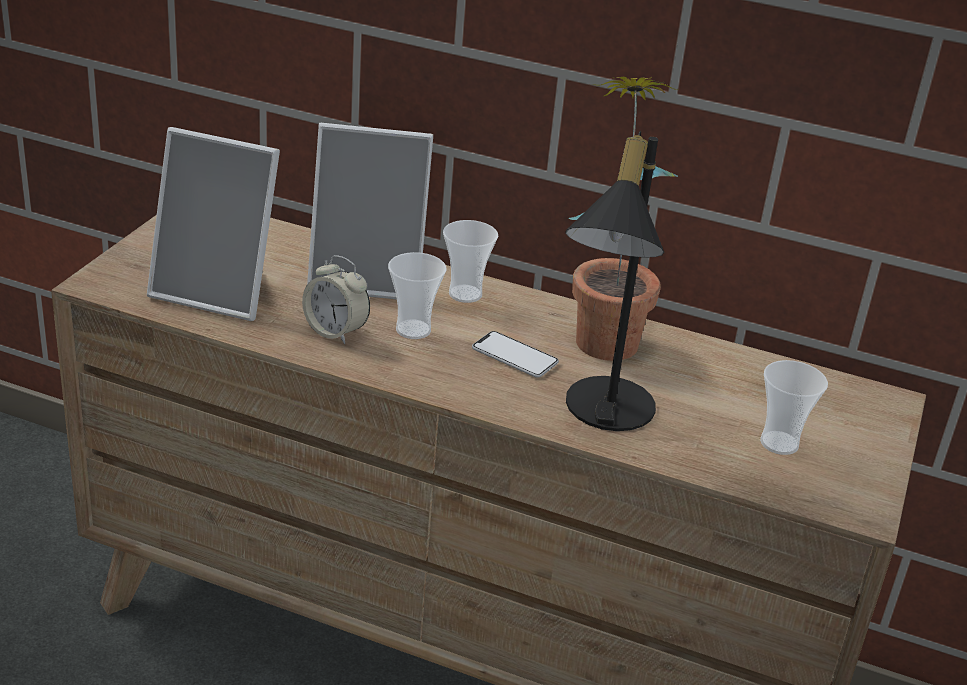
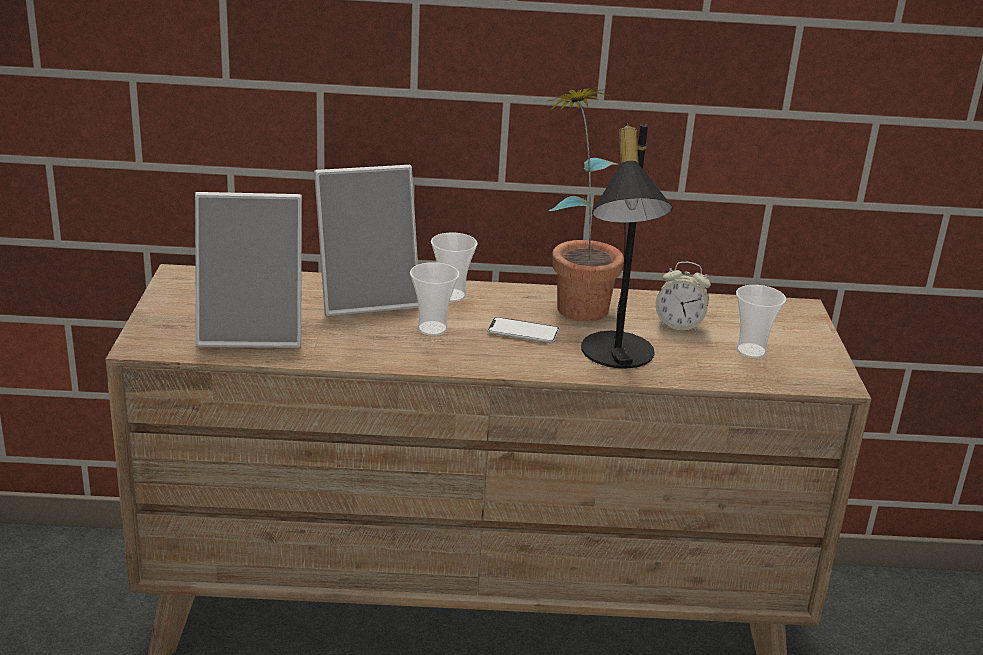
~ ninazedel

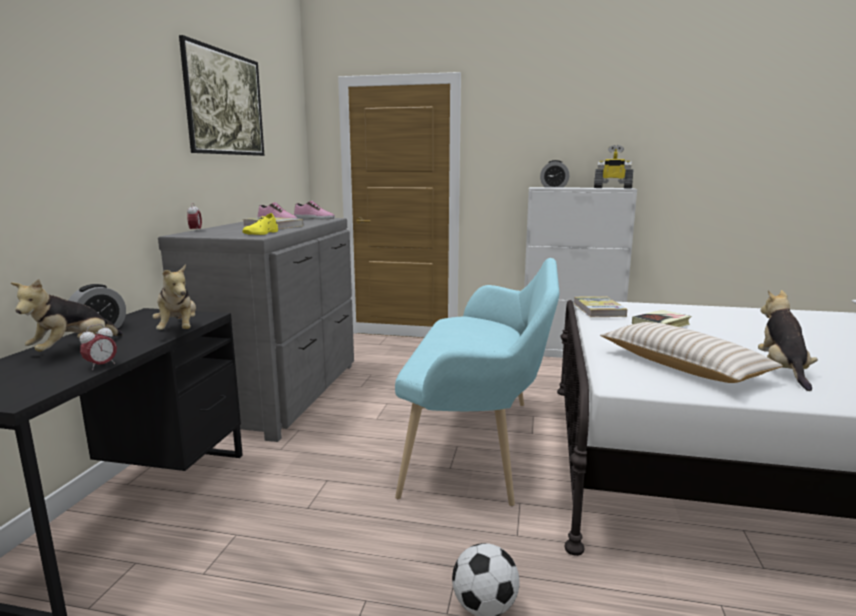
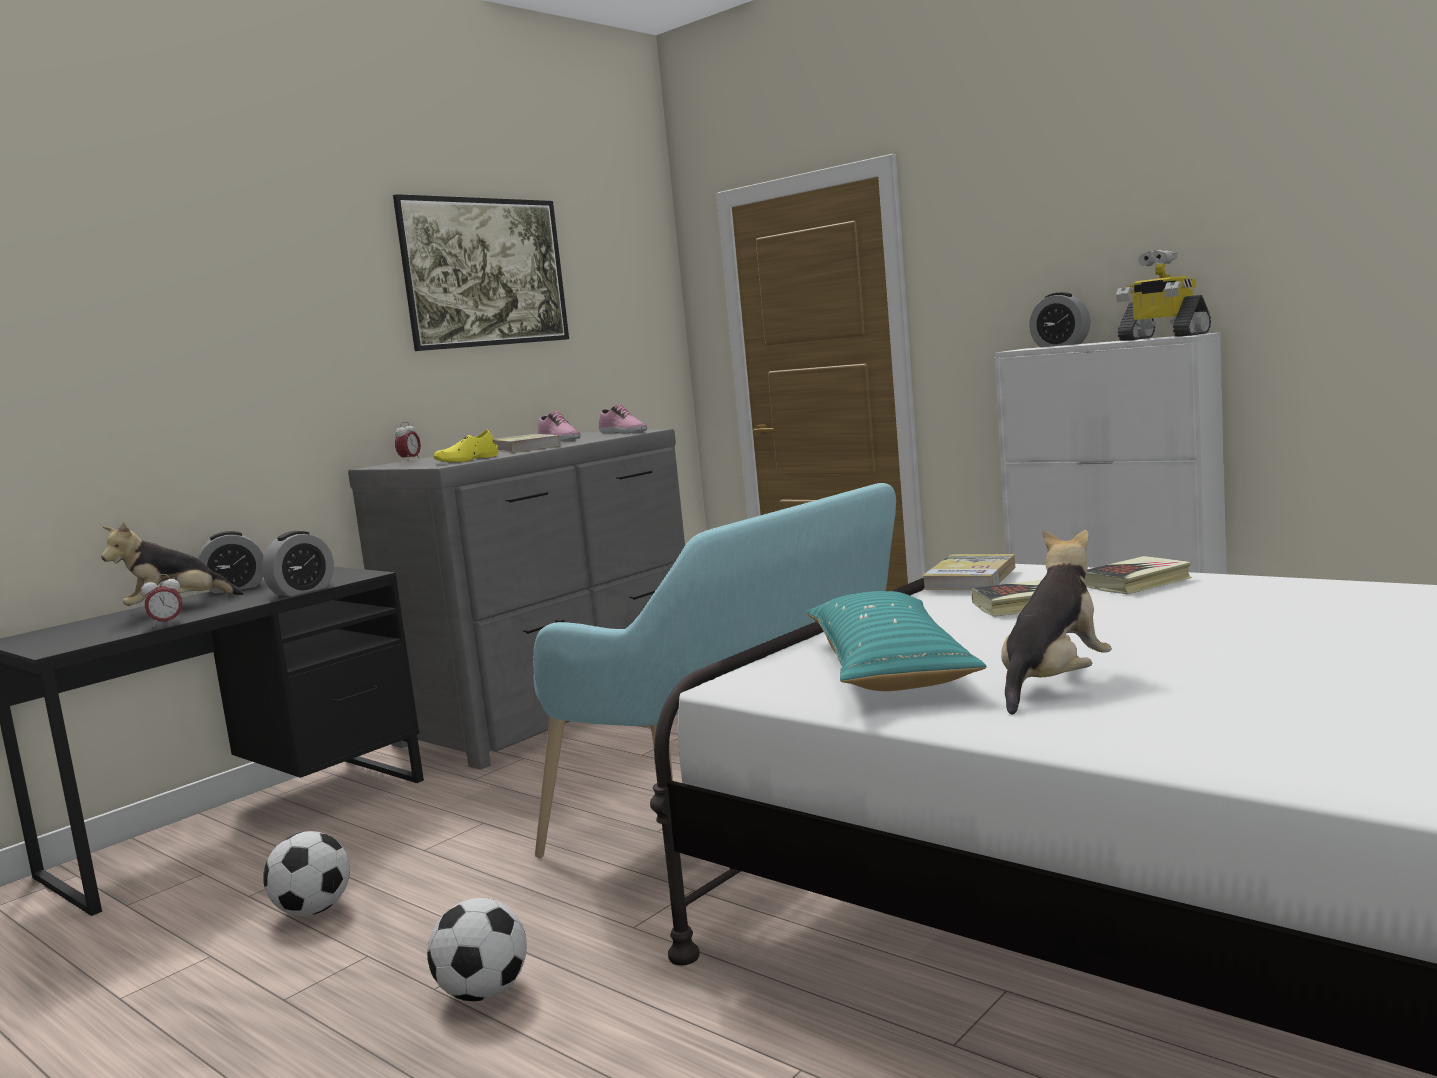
~ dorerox (no. 2 from left) to ninazedel (no. 3 from left)
~ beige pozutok to turquoise pozutok
+ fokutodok (no. 4 from left)
+ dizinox (no. 1 from left)

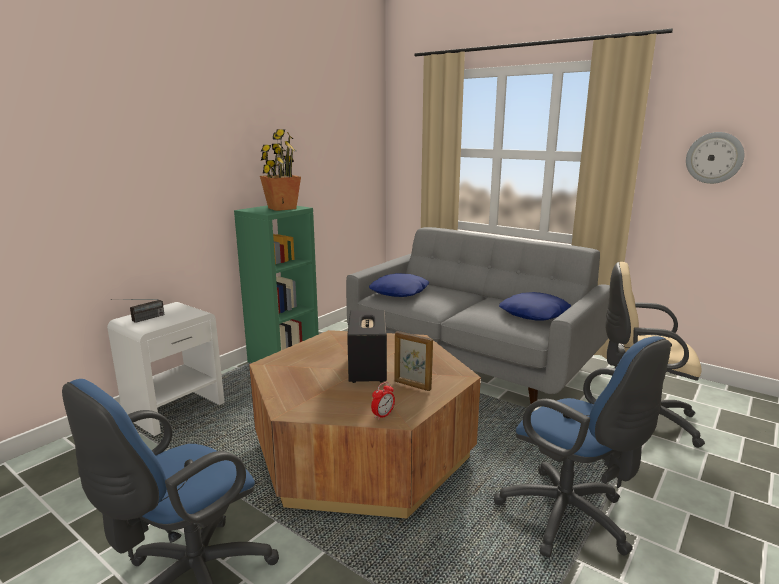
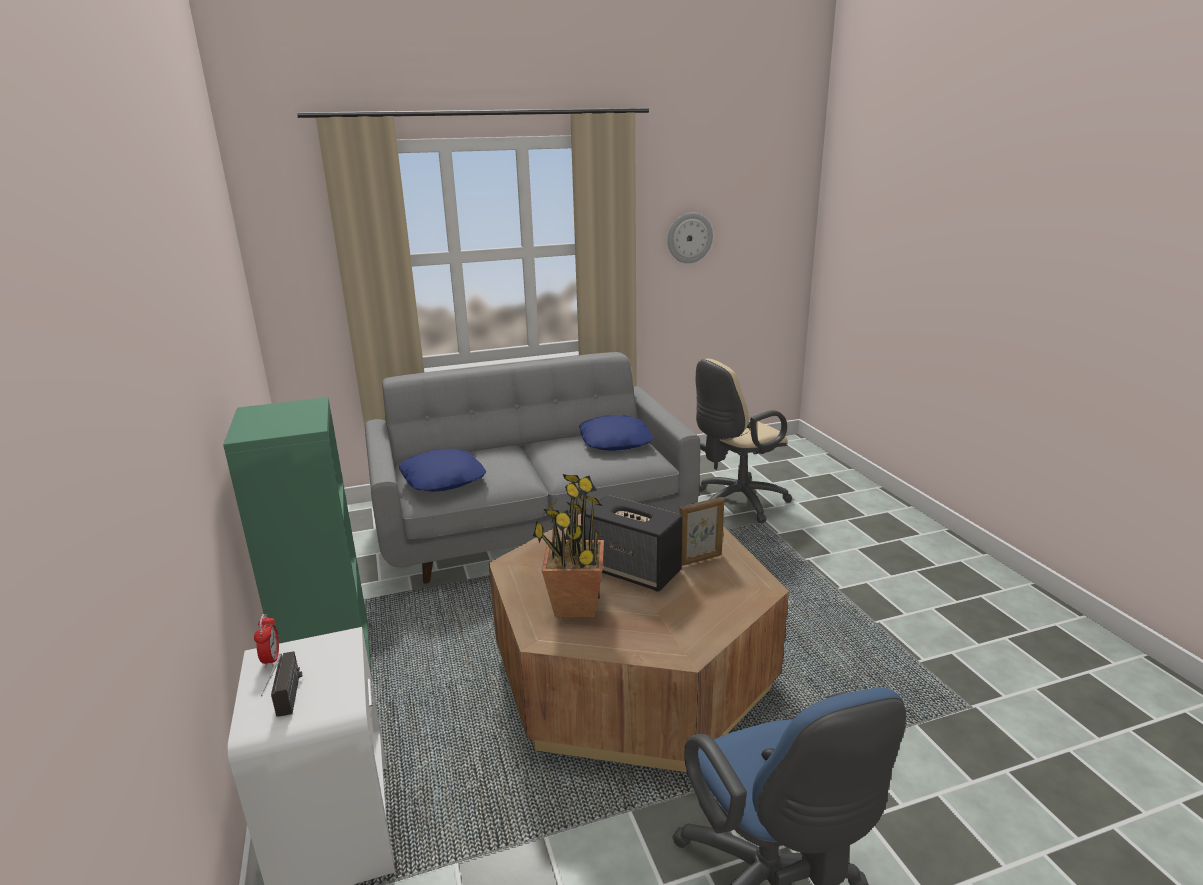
~ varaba
- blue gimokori (no. 2 from left)
~ ninazedel

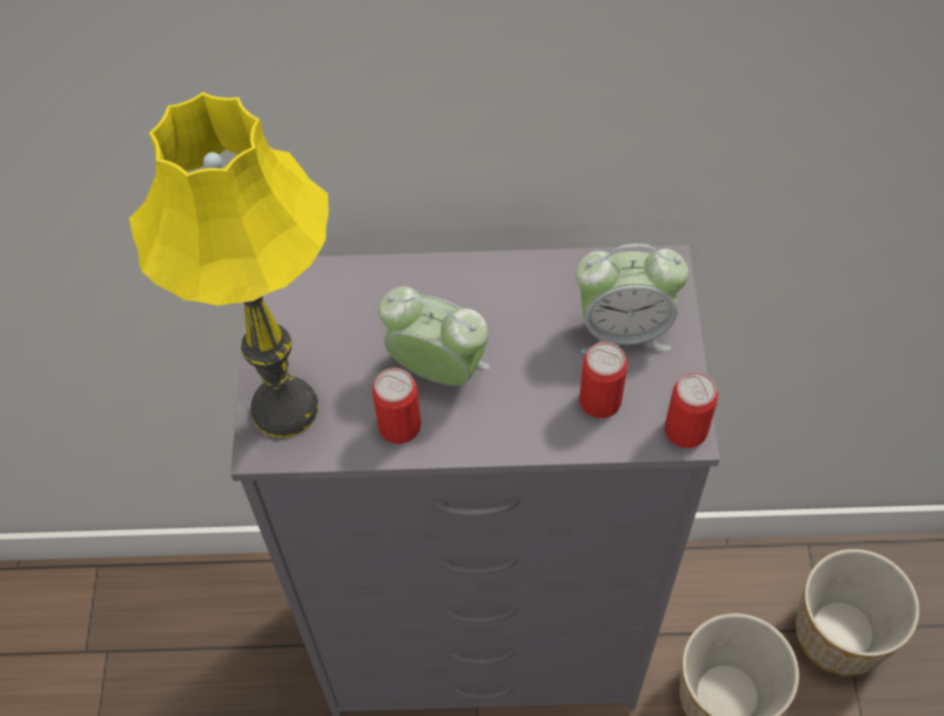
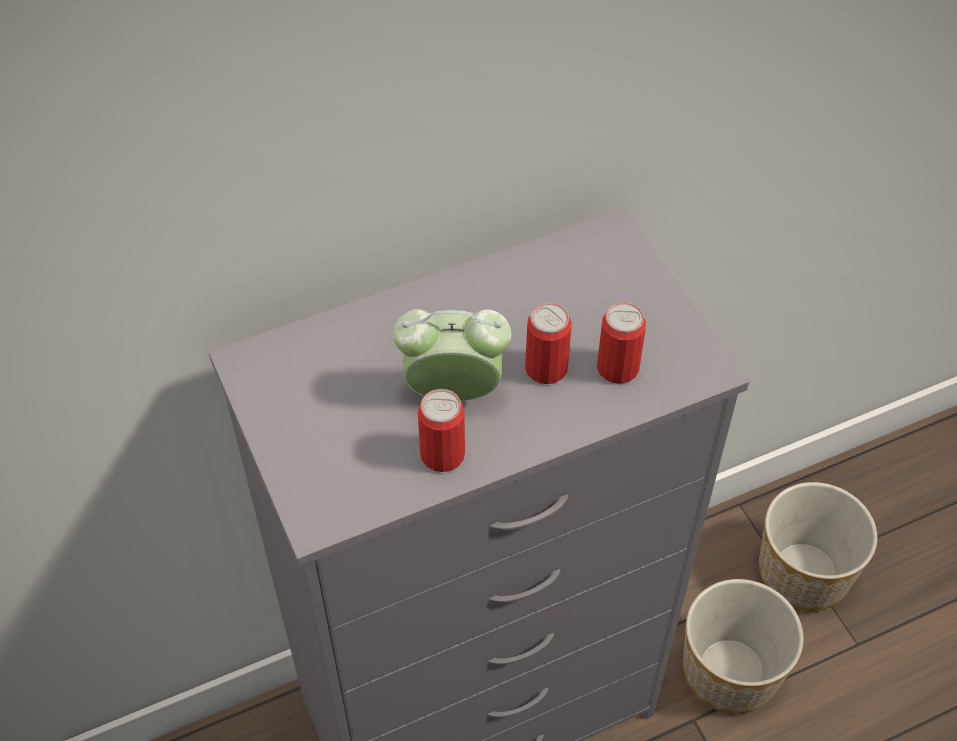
- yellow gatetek
- ninazedel (no. 2 from left)
~ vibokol (no. 3 from left in the first image) to vibokol (no. 2 from left)

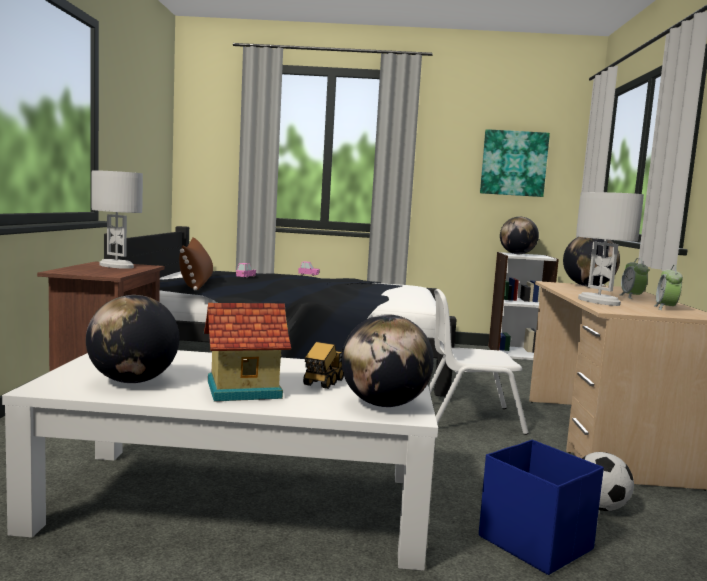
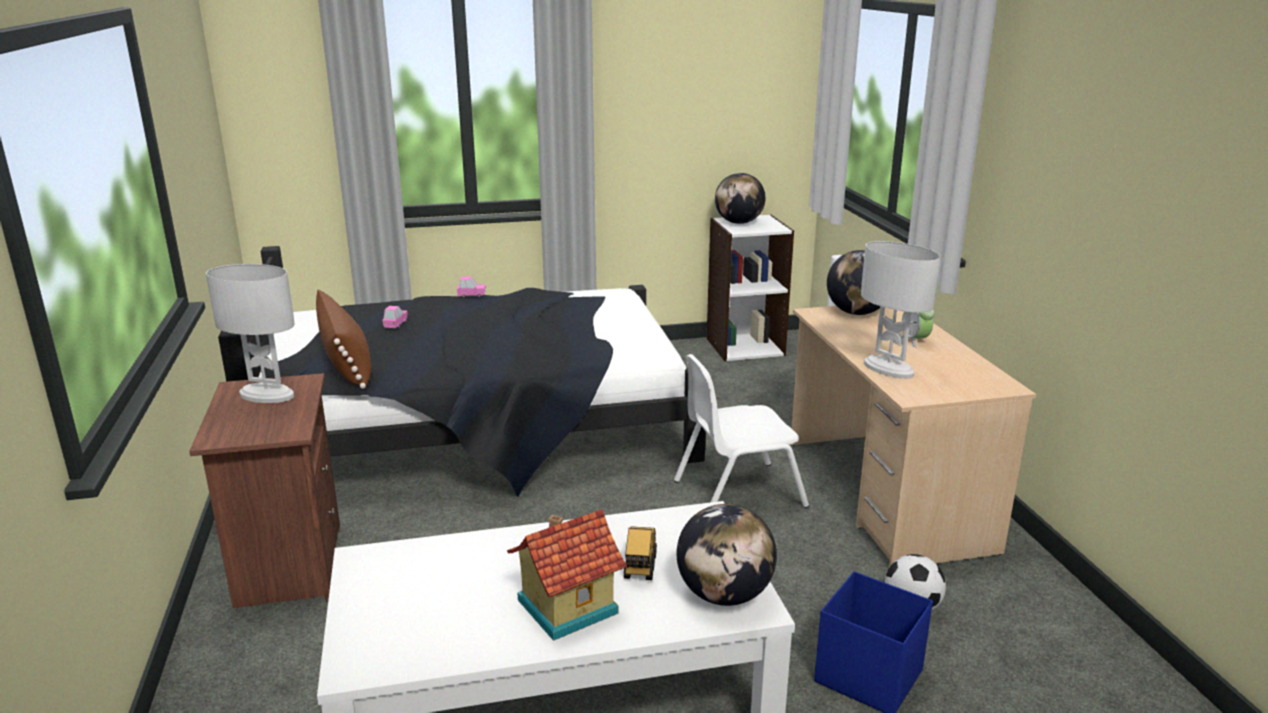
- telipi
- ninazedel (no. 2 from left)
- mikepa (no. 1 from left)

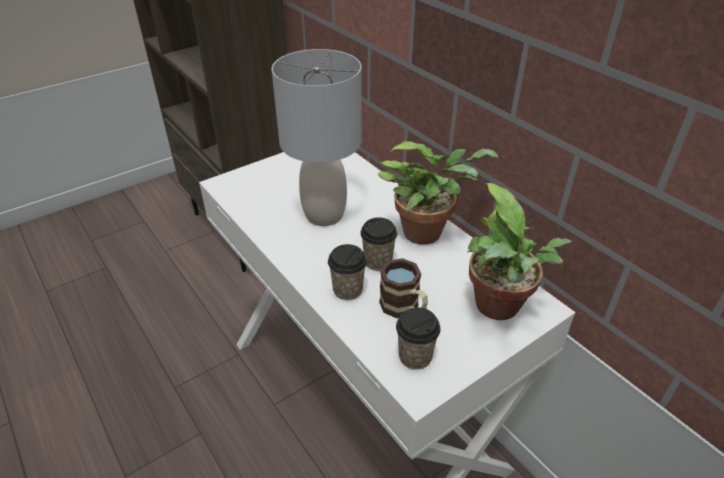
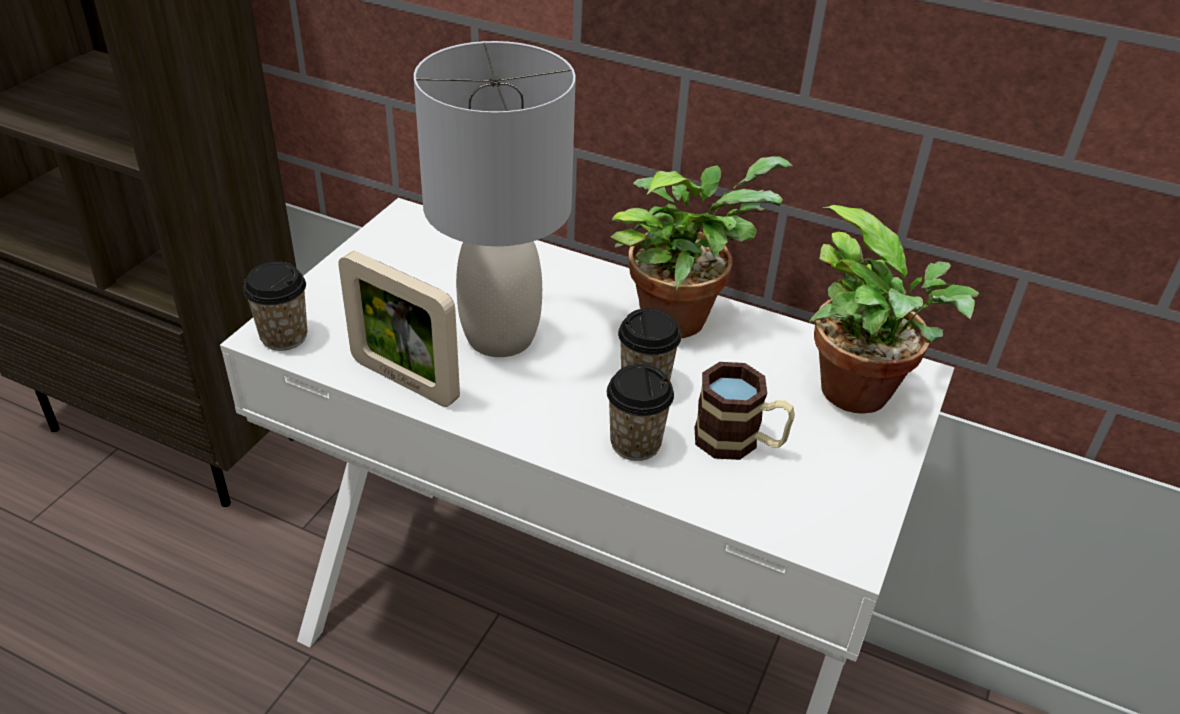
~ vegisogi (no. 3 from left in the first image) to vegisogi (no. 1 from left)
+ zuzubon

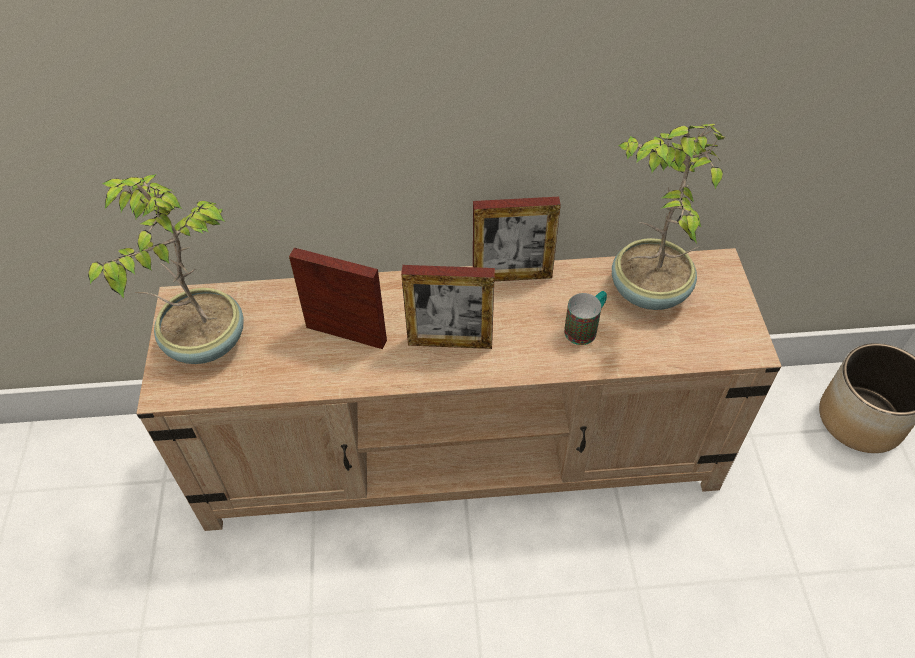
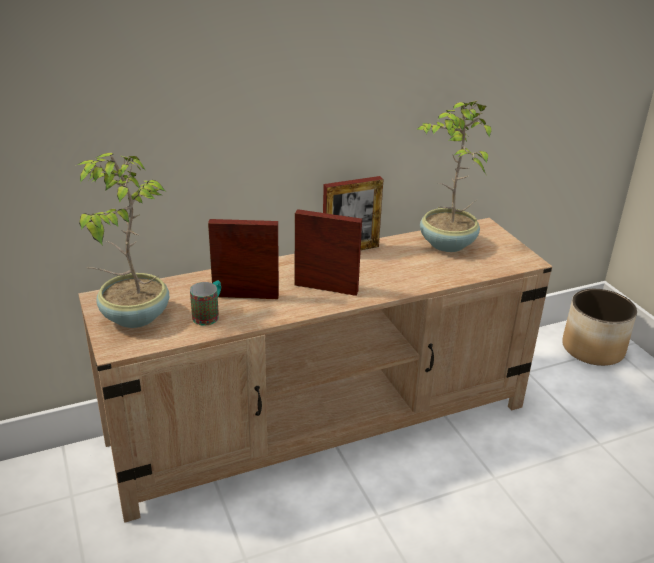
~ zuzubon (no. 2 from left) 150 degrees counterclockwise
~ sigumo

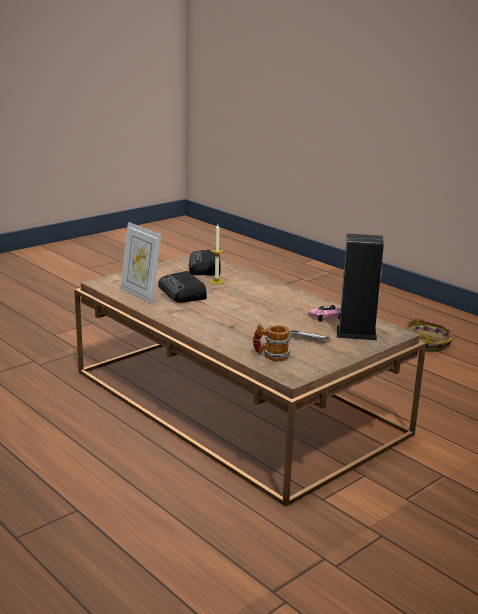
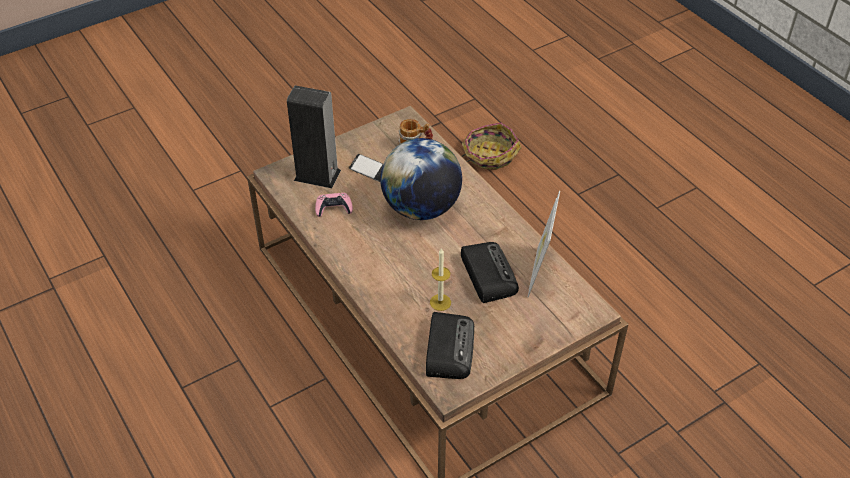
~ zuzubon 135 degrees counterclockwise
~ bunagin
+ mikepa

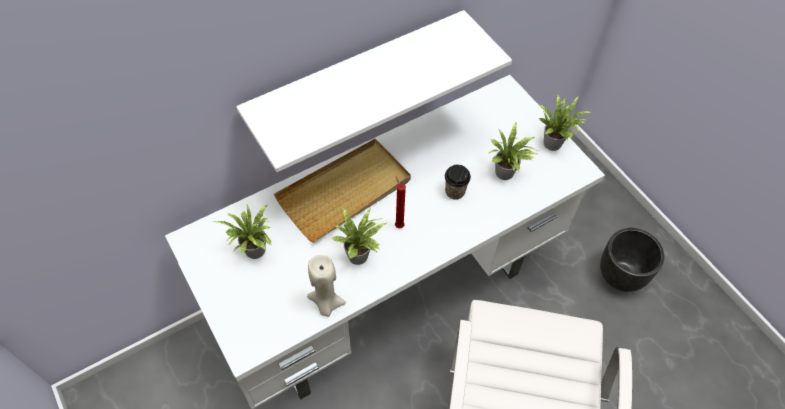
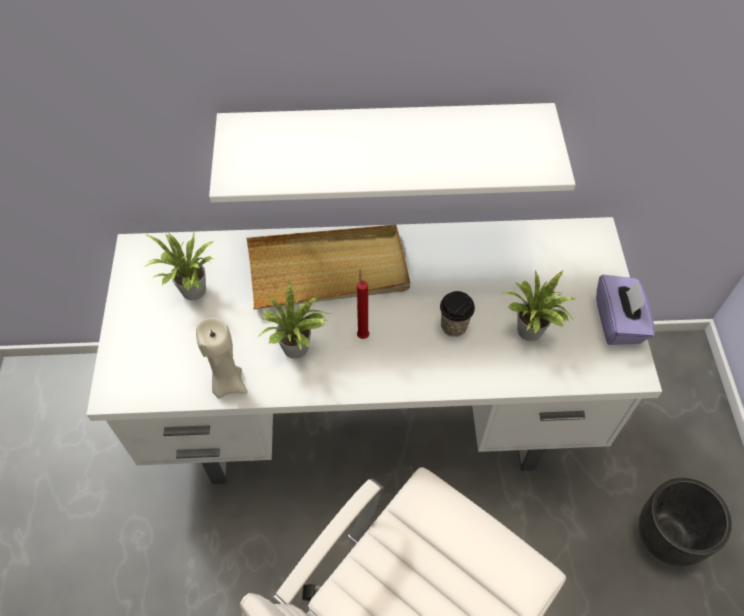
~ varaba (no. 4 from left) to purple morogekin

